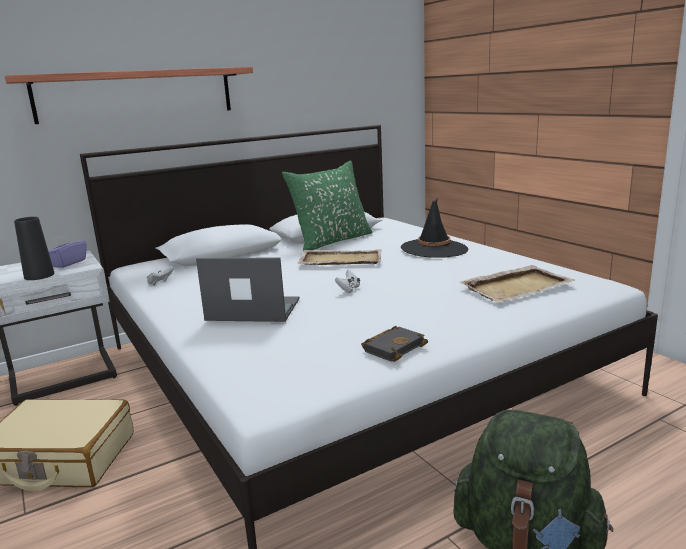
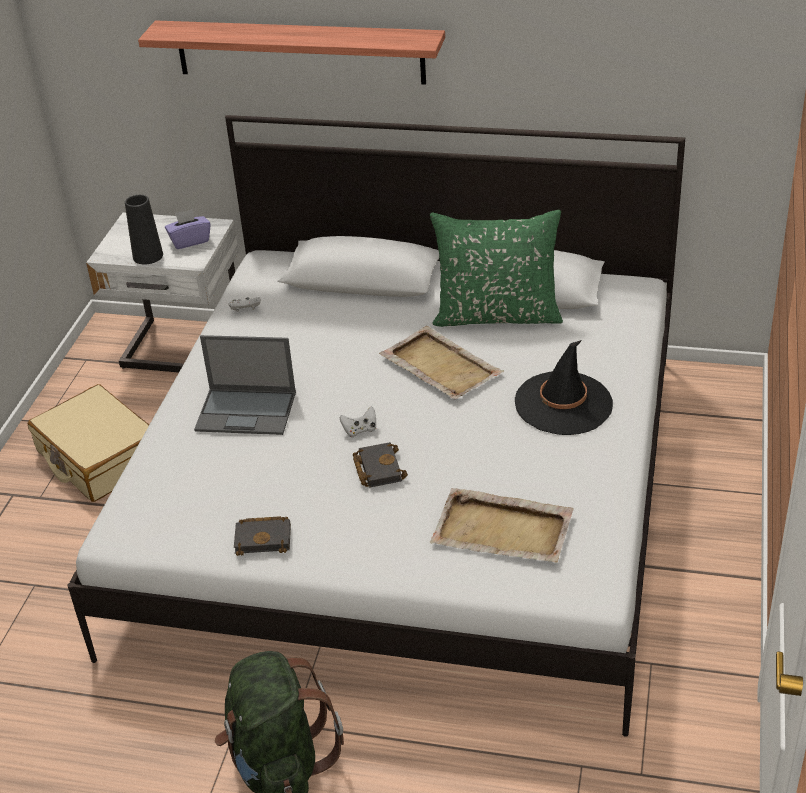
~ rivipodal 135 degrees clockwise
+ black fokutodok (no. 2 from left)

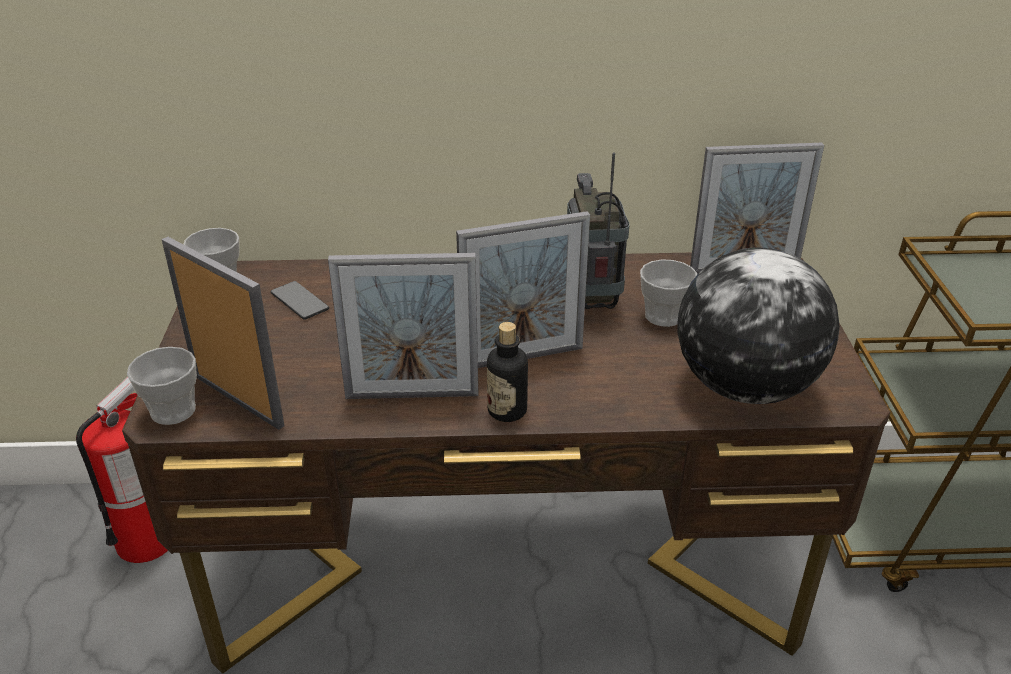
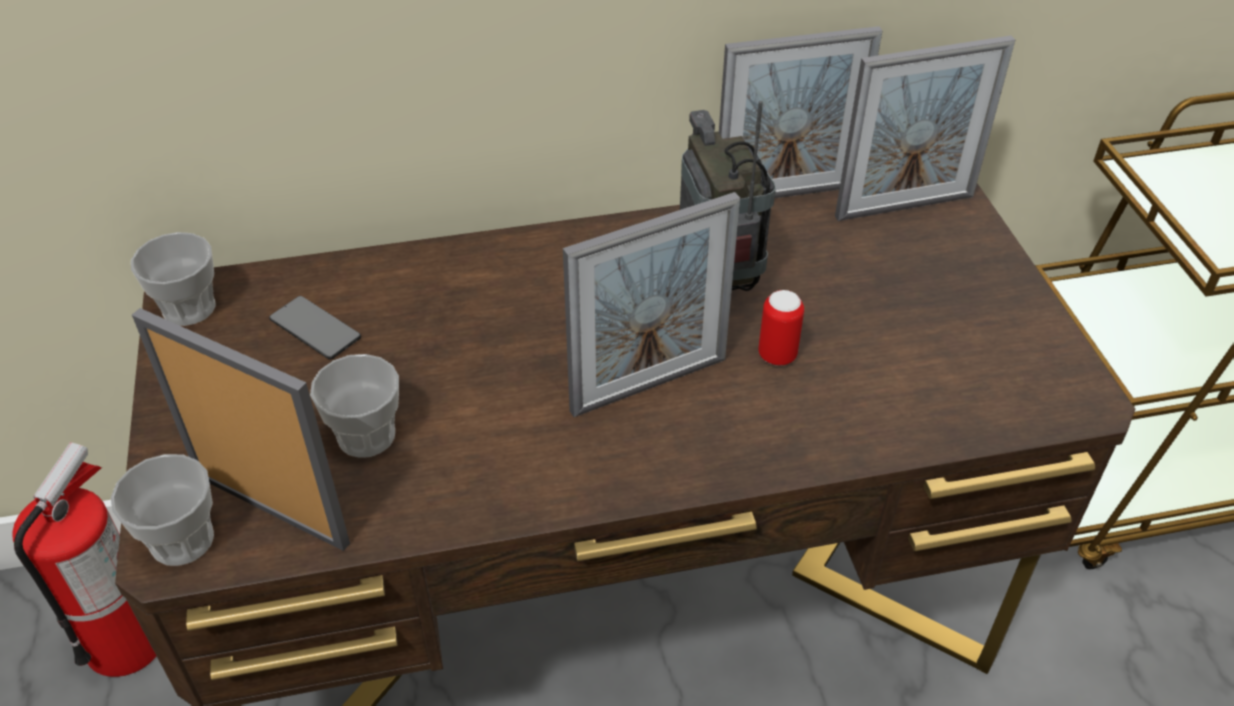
- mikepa
~ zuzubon (no. 2 from left in the first image) to zuzubon (no. 3 from left)
~ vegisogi (no. 3 from left)
- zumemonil
+ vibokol

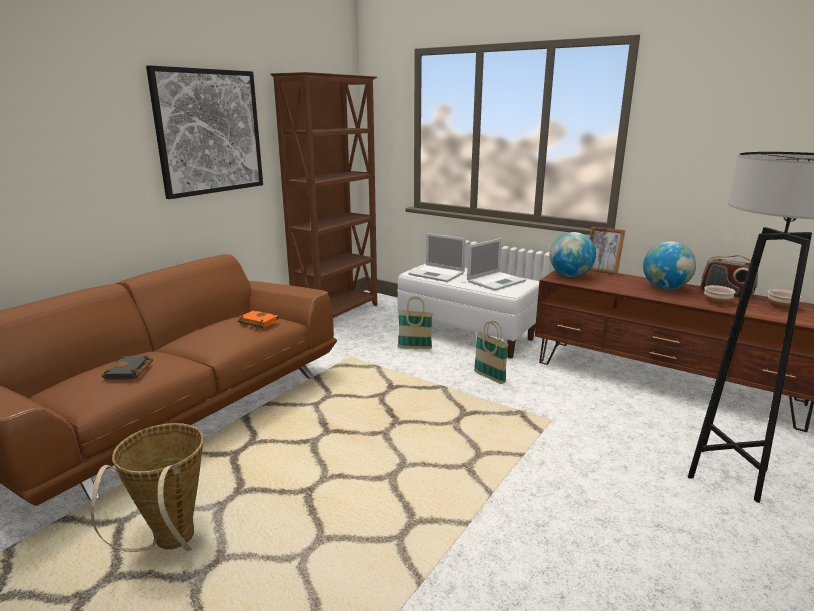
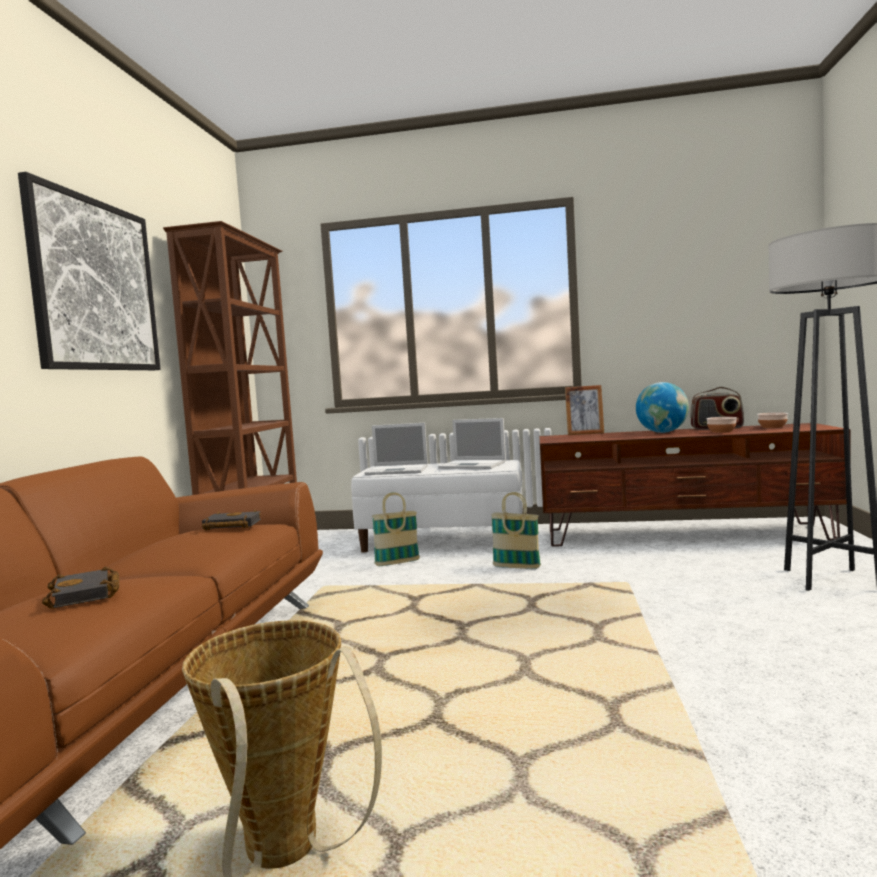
- mikepa (no. 1 from left)
~ rivipodal (no. 2 from left) 90 degrees clockwise
~ orange fokutodok to black fokutodok (no. 2 from left)

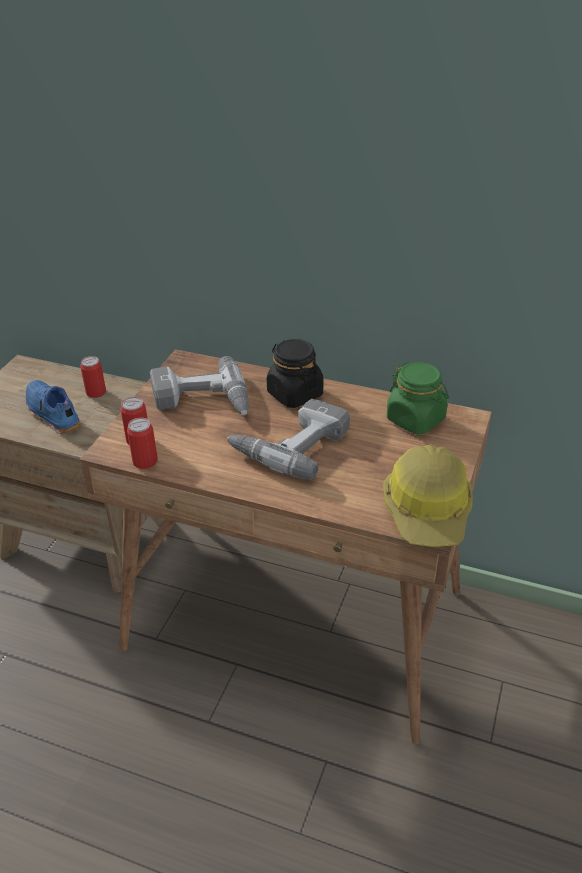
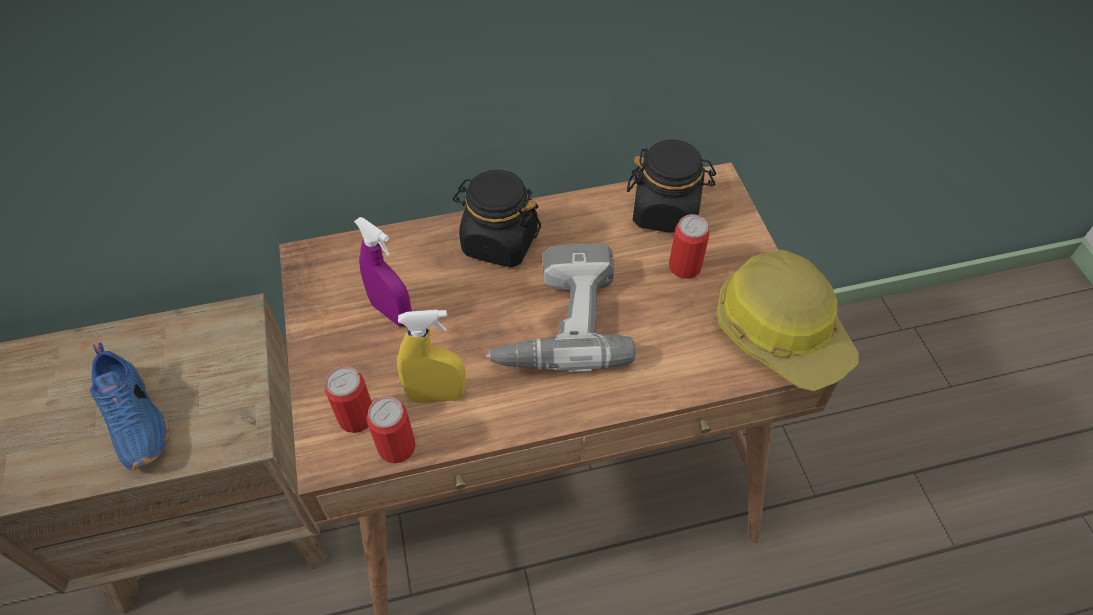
~ vibokol (no. 1 from left in the first image) to vibokol (no. 3 from left)
~ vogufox (no. 1 from left) to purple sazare
~ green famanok to black famanok (no. 2 from left)
~ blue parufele 135 degrees counterclockwise
+ yellow sazare

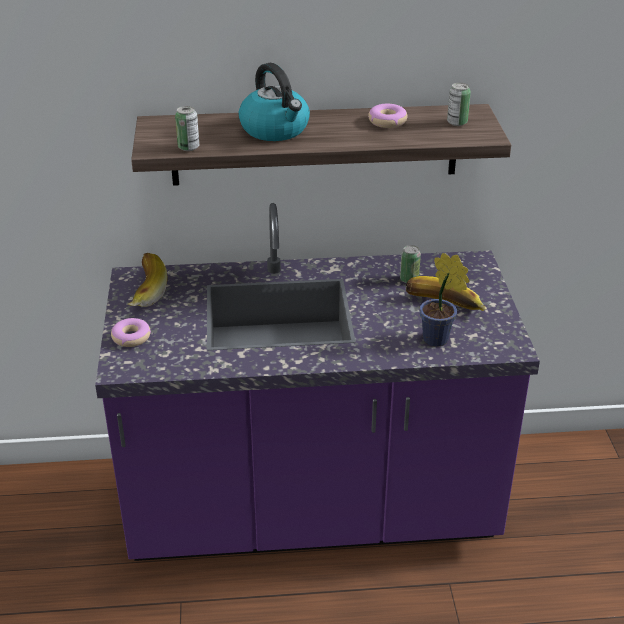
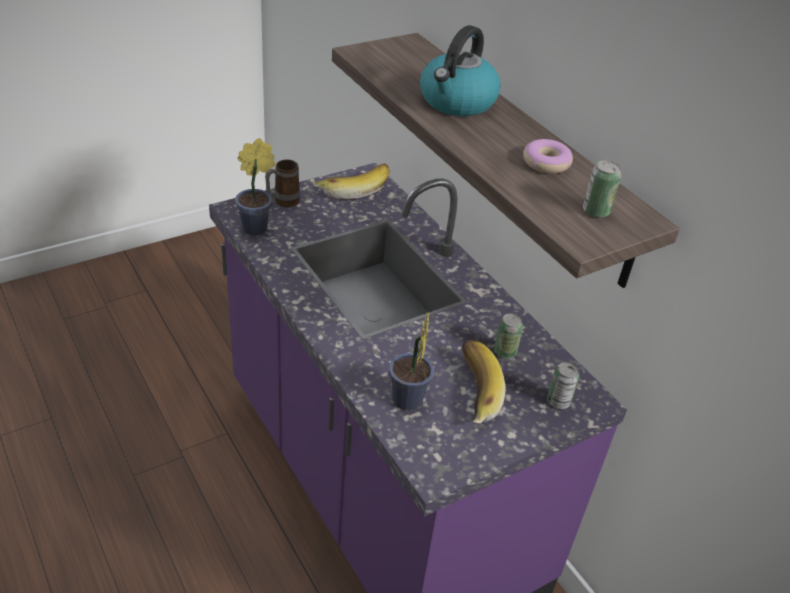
~ vibokol (no. 1 from left in the first image) to vibokol (no. 2 from left)
~ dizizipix (no. 1 from left) to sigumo
+ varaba (no. 1 from left)

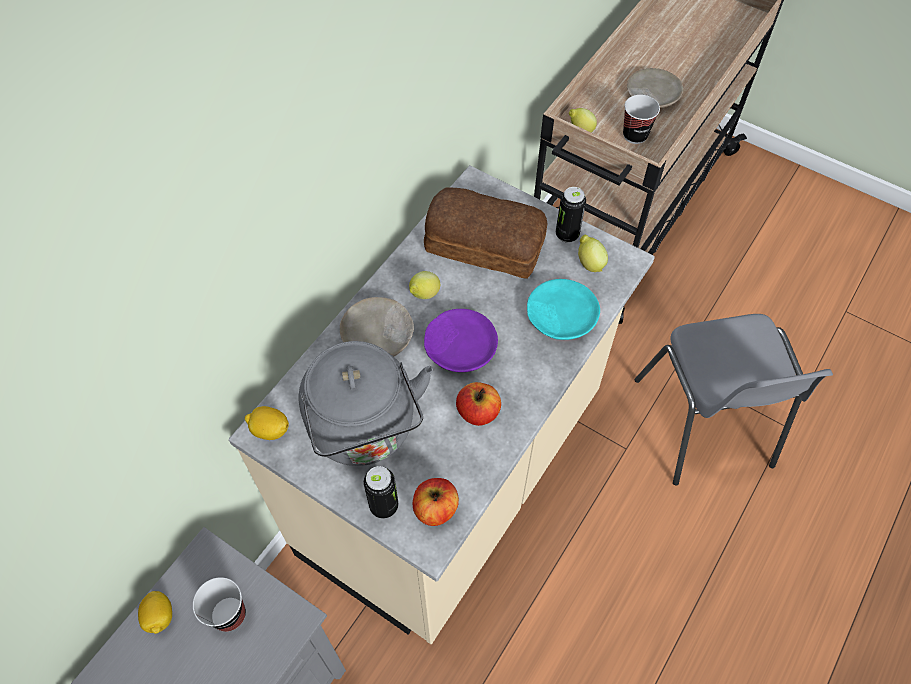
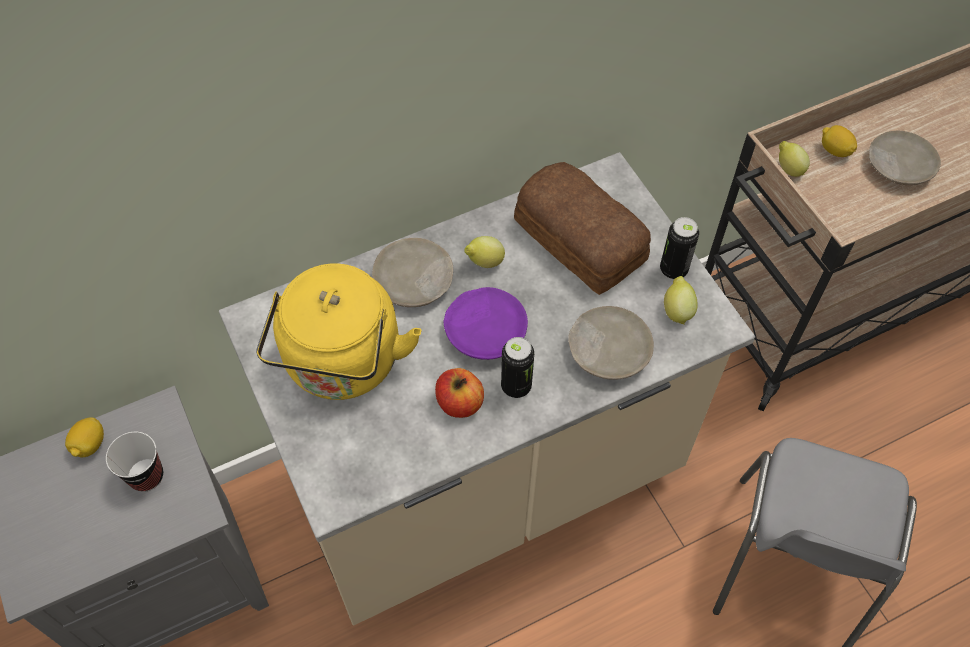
- vegisogi (no. 2 from left)
~ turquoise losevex to beige losevex (no. 2 from left)
~ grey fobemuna to yellow fobemuna
~ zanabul (no. 2 from left in the first image) to zanabul (no. 5 from left)
~ vibokol (no. 1 from left)
- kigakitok (no. 1 from left)

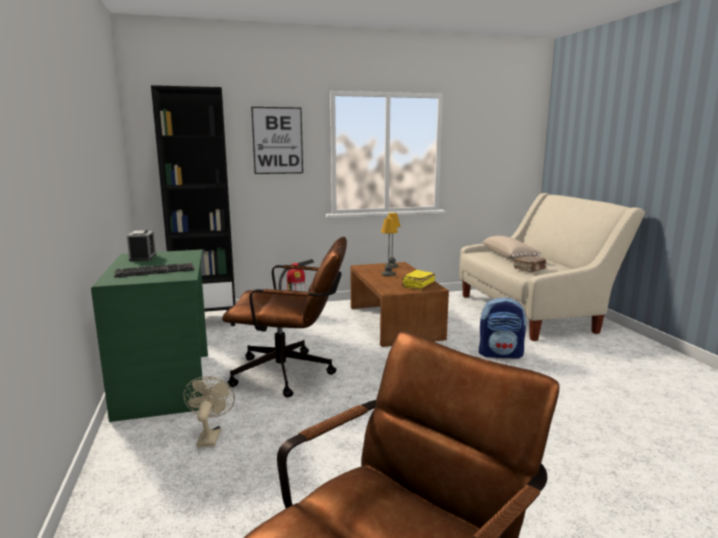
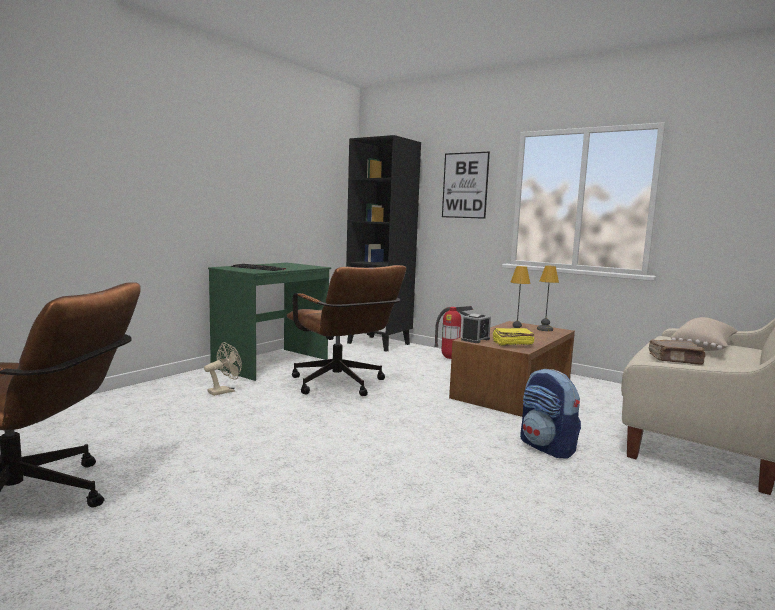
~ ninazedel

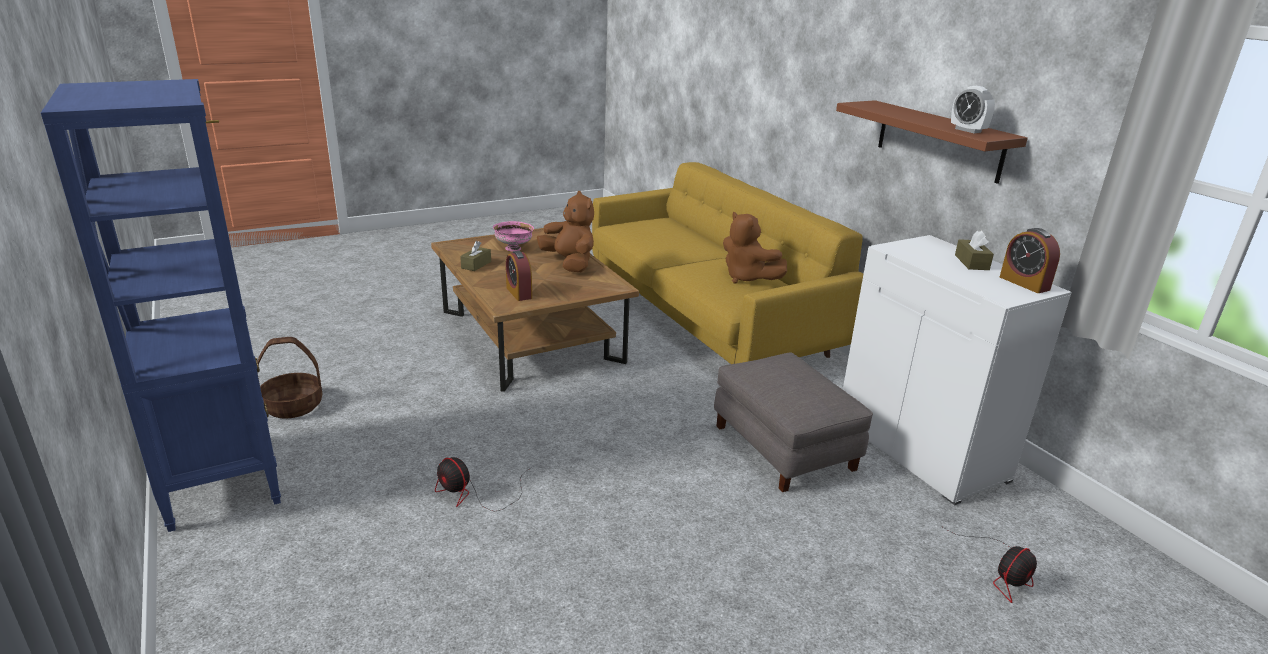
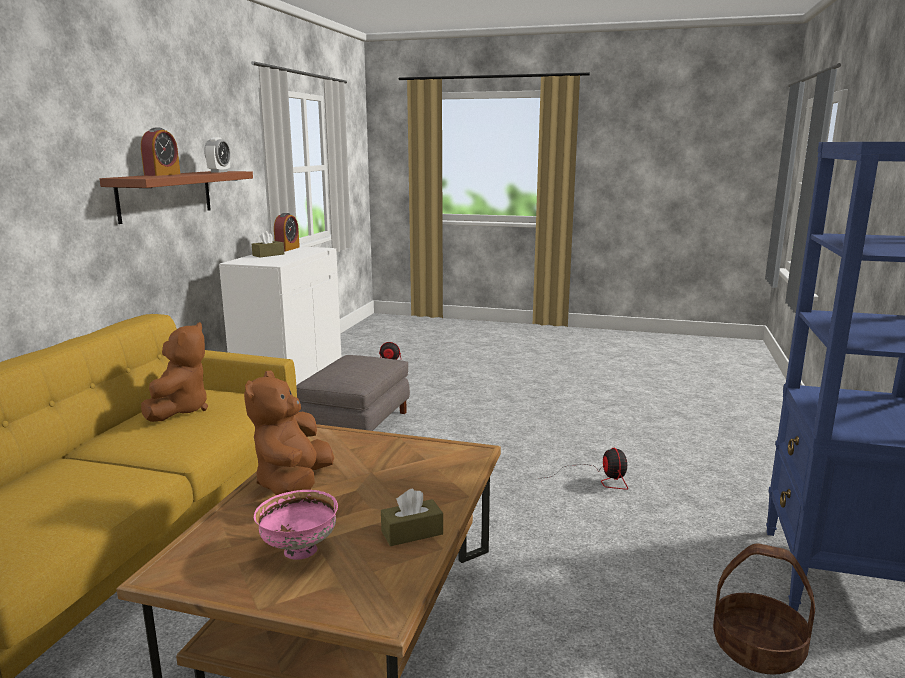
~ ninazedel (no. 1 from left)

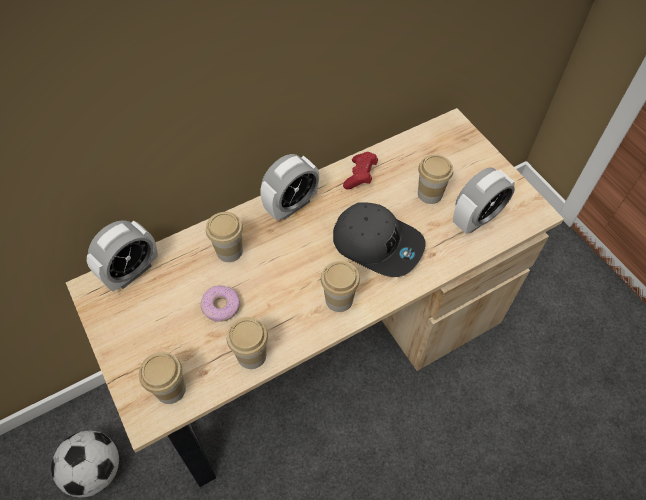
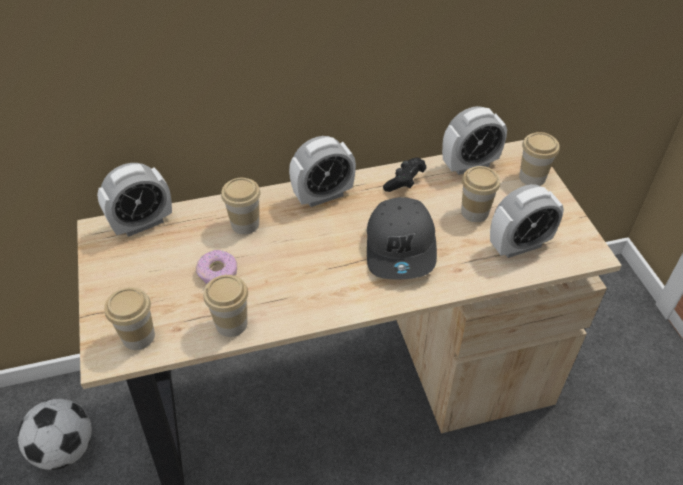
~ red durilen to black durilen
~ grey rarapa 45 degrees clockwise
~ vegisogi (no. 4 from left in the first image) to vegisogi (no. 5 from left)
+ ninazedel (no. 3 from left)

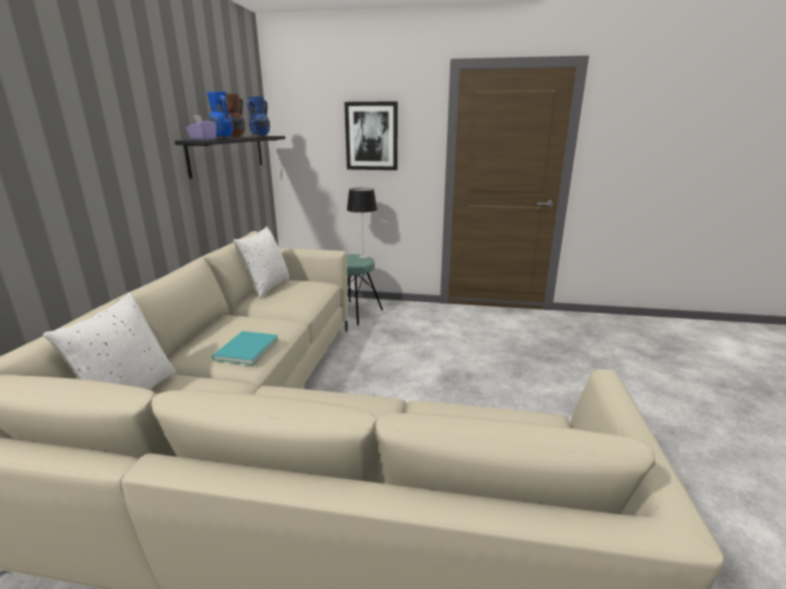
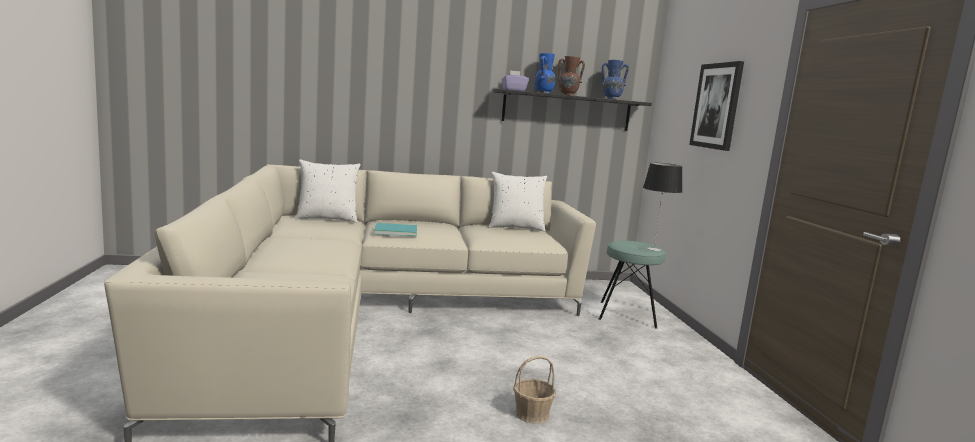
+ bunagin

